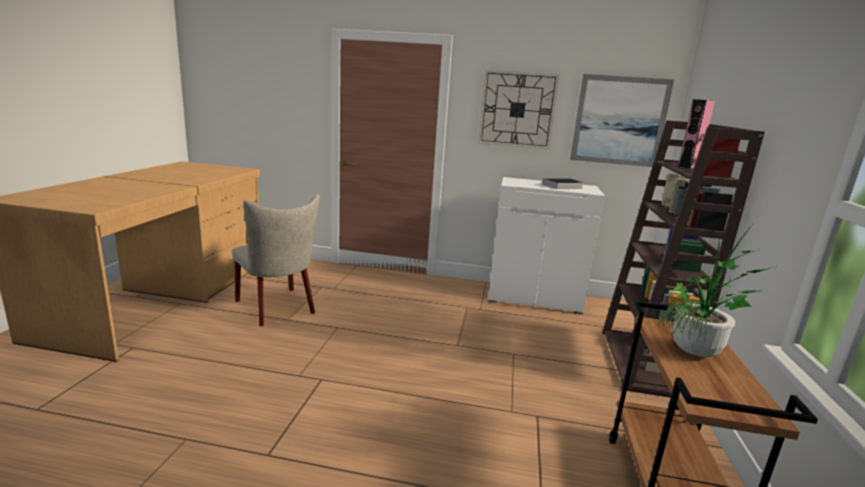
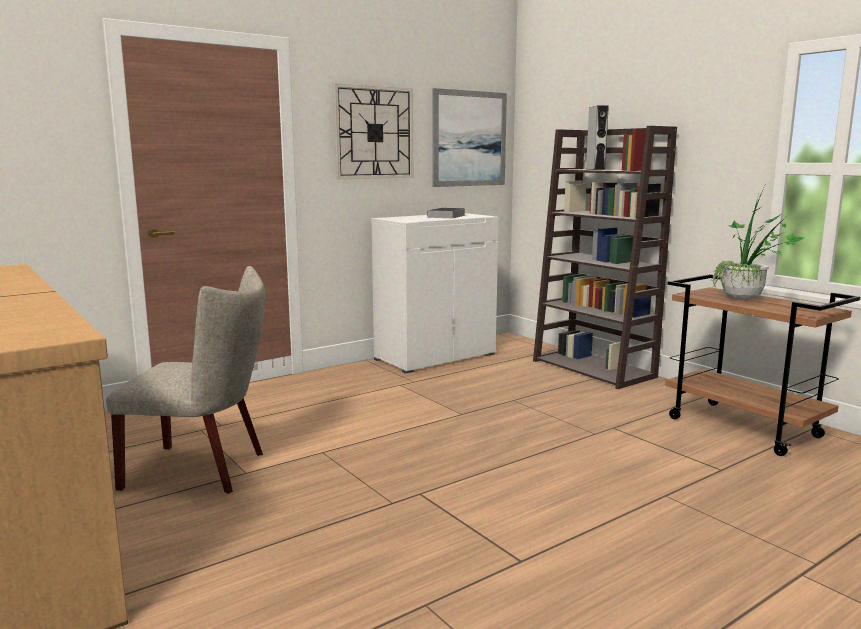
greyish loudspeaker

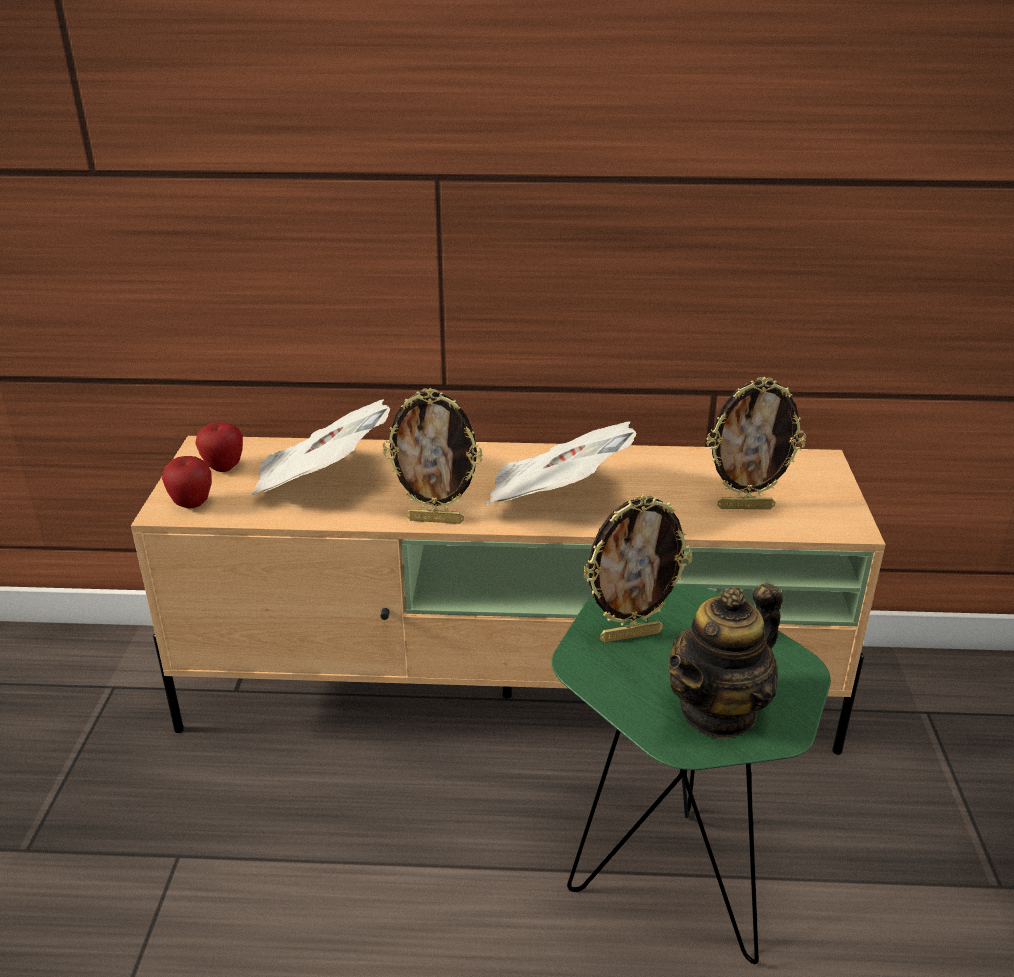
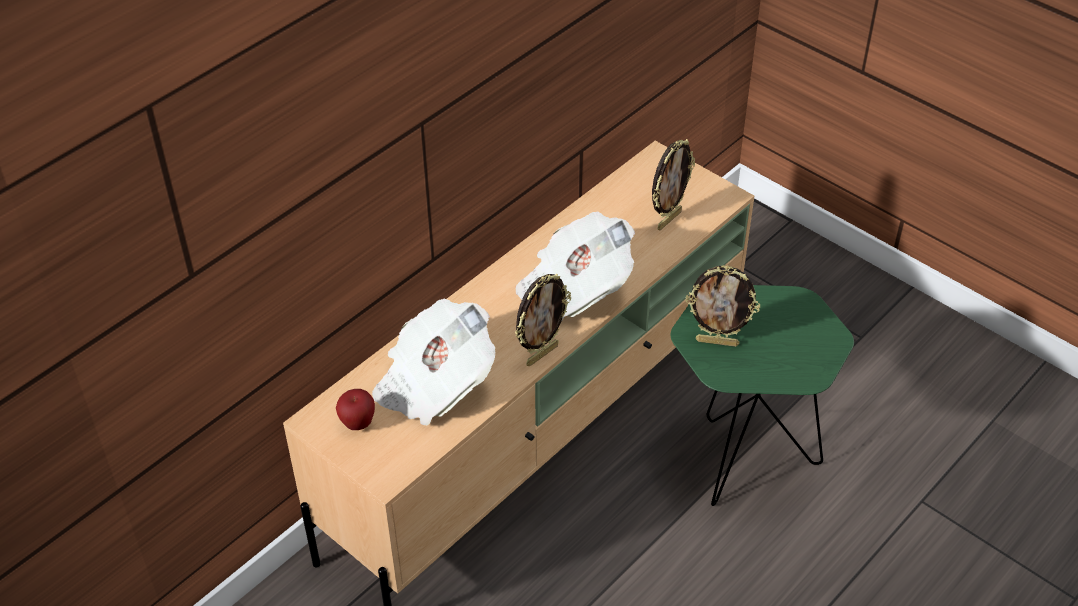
apple fruit (no. 1 from left in the first image)
picture frame (no. 3 from left)
teapot

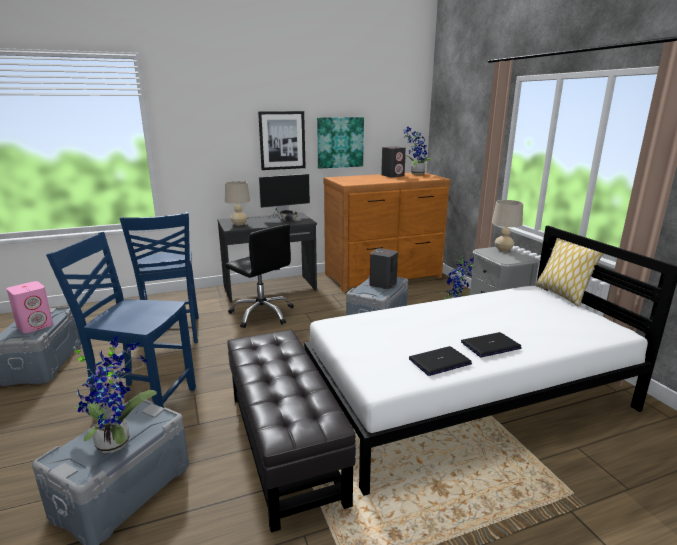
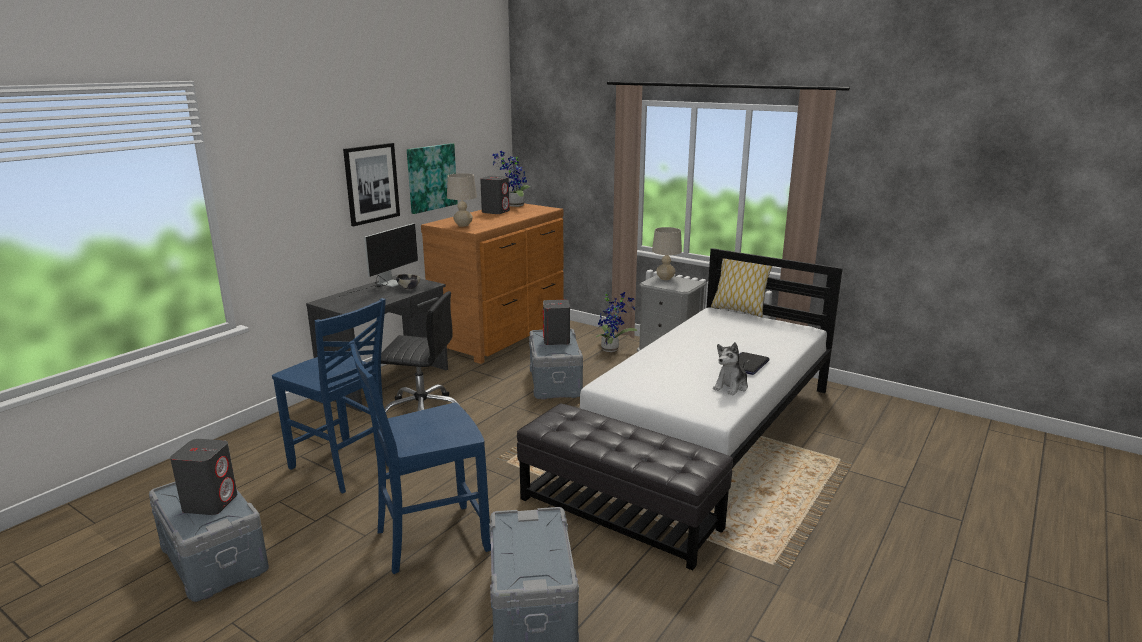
greyish loudspeaker (no. 1 from left)
potted plant (no. 1 from left in the first image)
beige-coloured lamp for a table (no. 1 from left)
soft toy

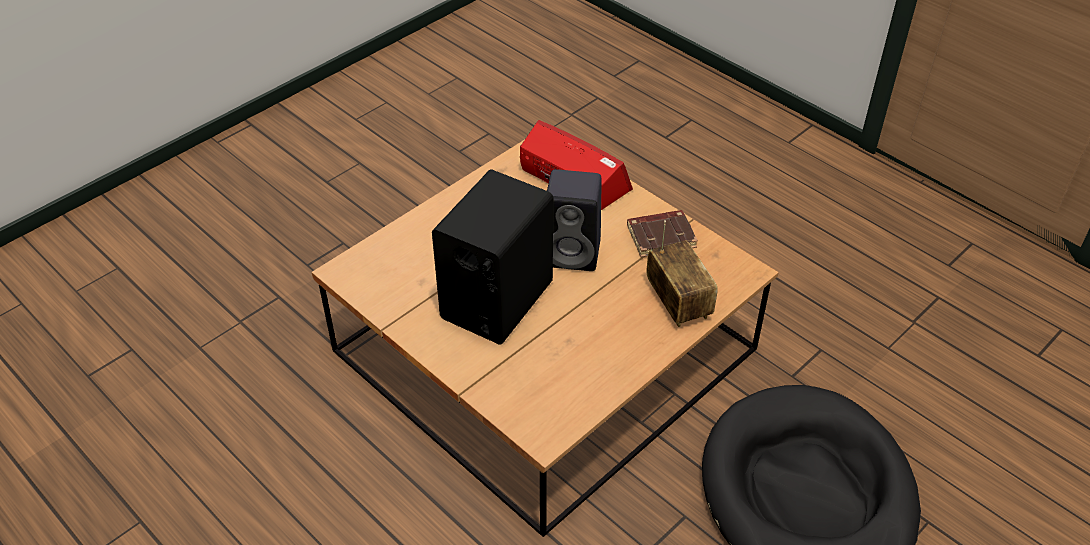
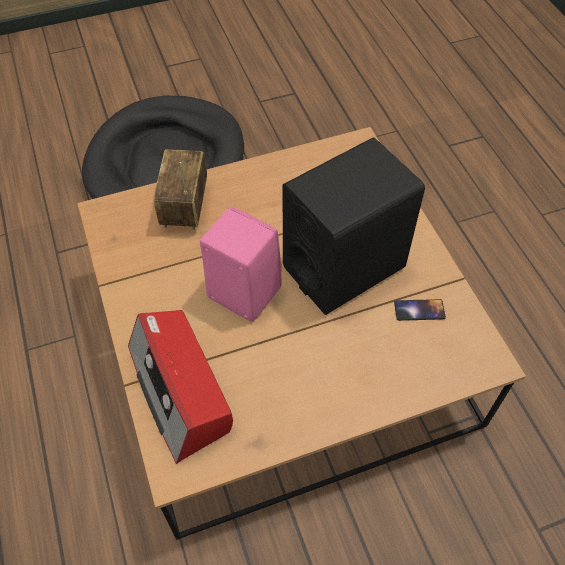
pink loudspeaker
brownish volume
phone

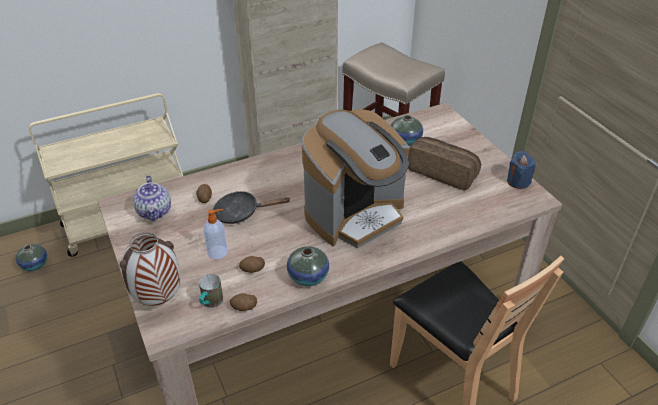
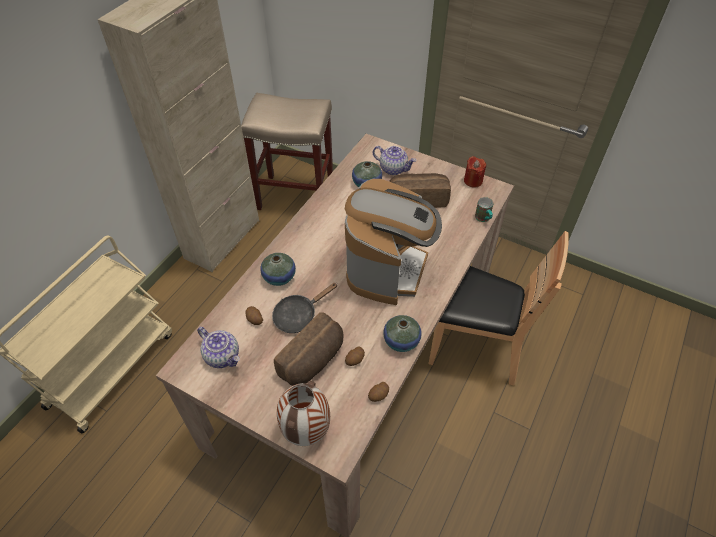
decorative vase (no. 1 from left)
tea mug
bread (no. 1 from left)
red wax light
teapot (no. 2 from left)

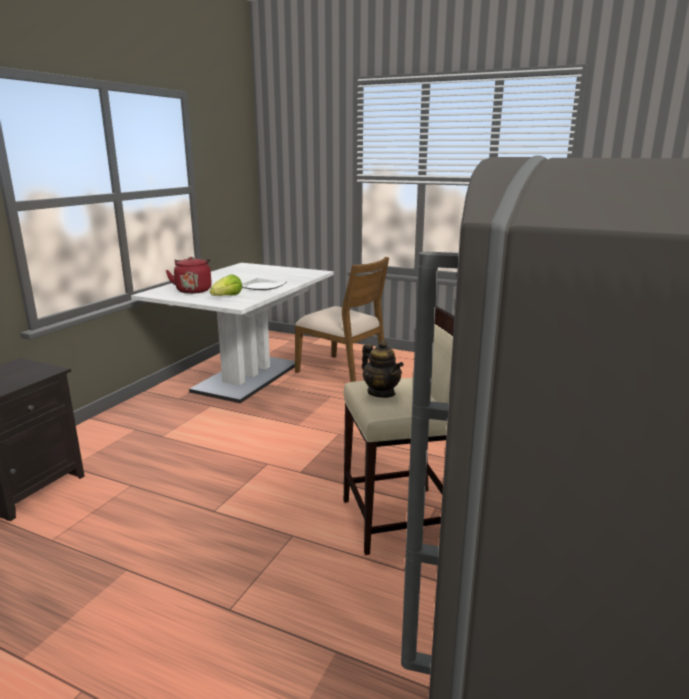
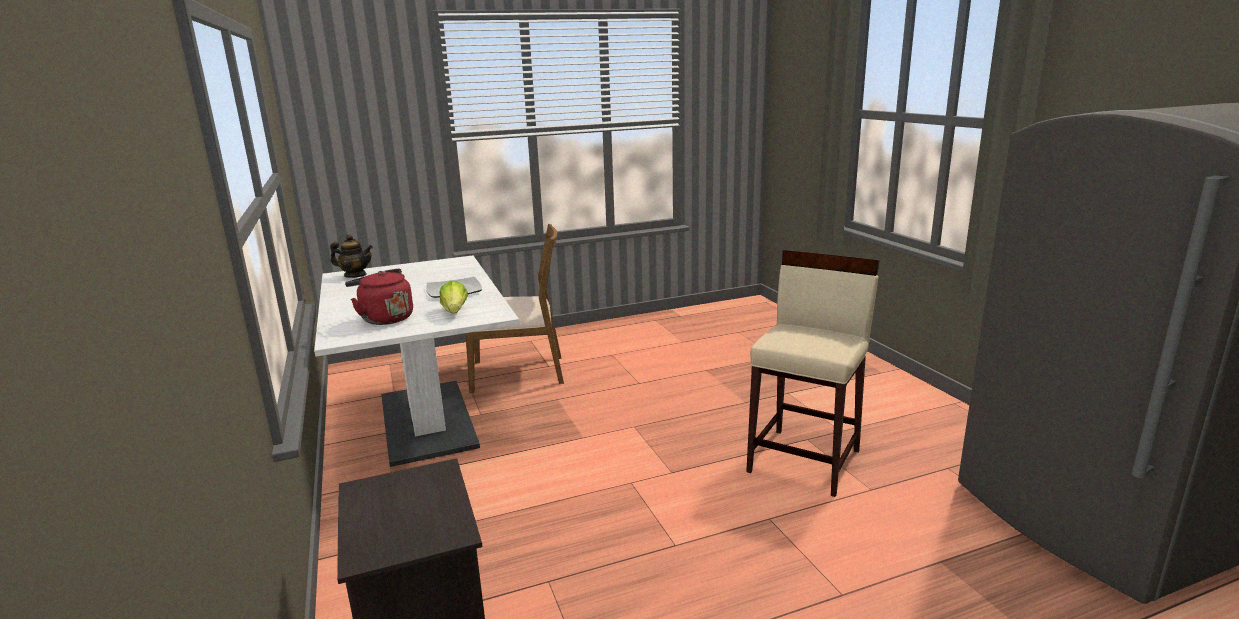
teapot

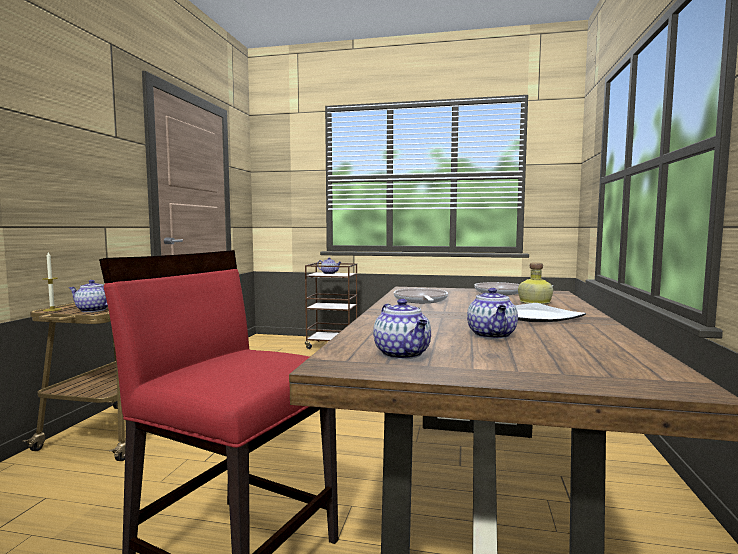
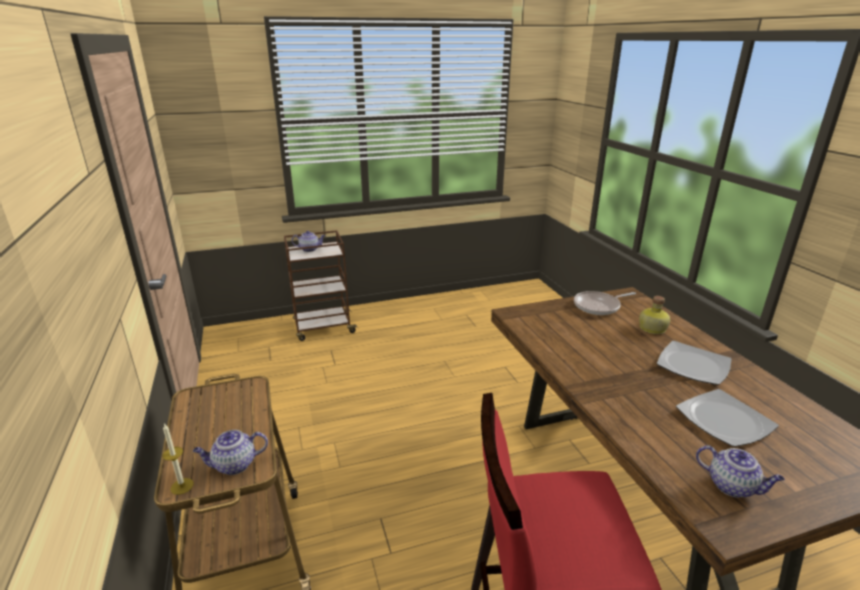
pan (no. 1 from left in the first image)
dinner plate (no. 2 from left)

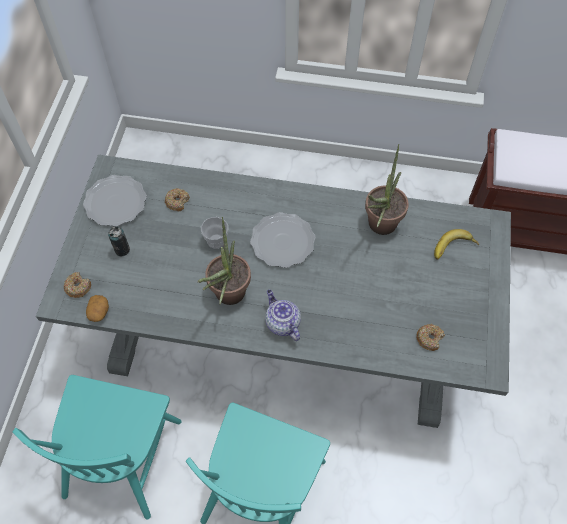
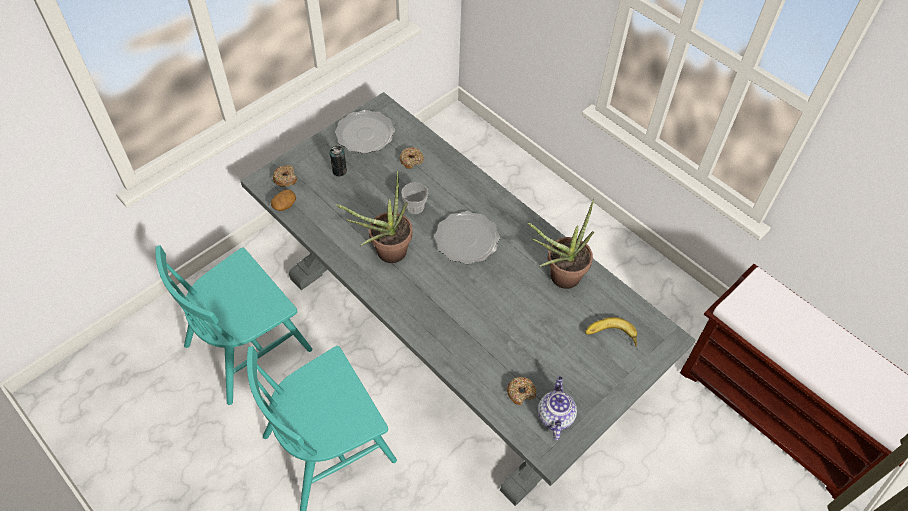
teapot

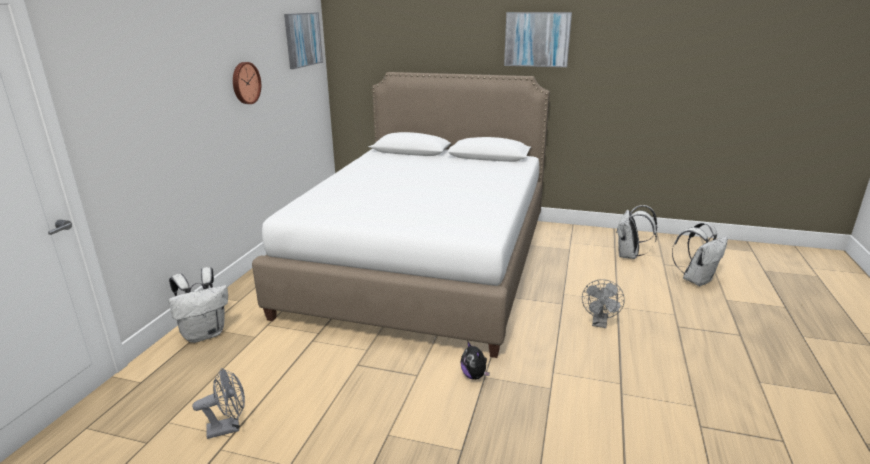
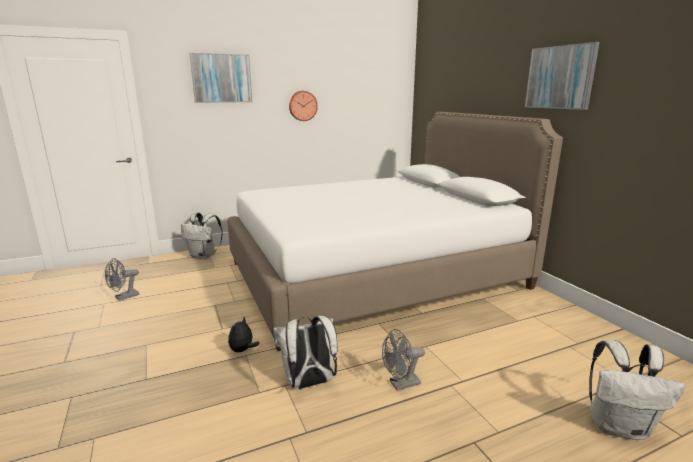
greyish electric fan (no. 1 from left)
wall picture (no. 1 from left)
white rucksack (no. 2 from left)

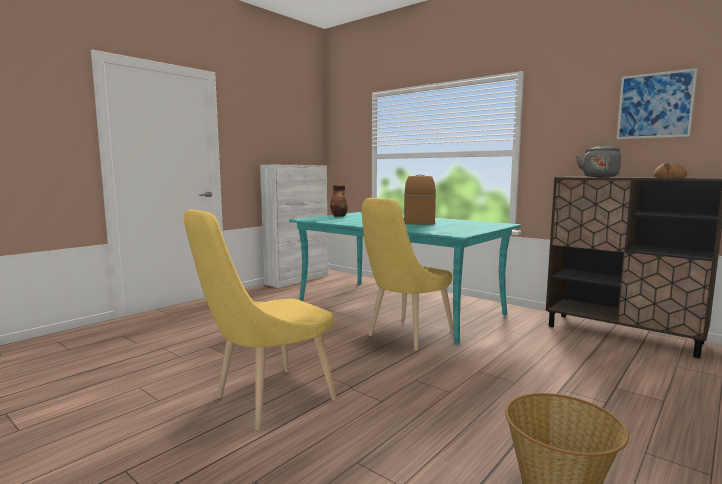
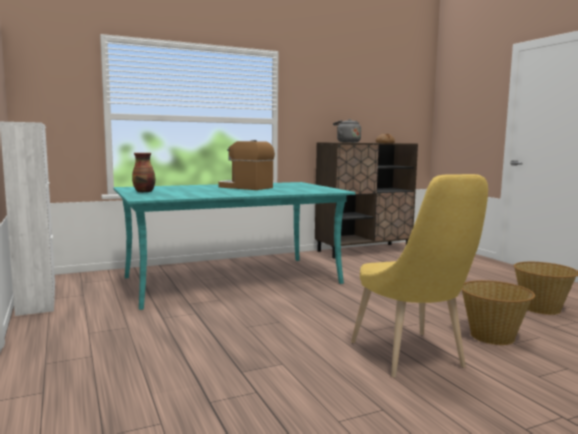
yellow-coloured upright chair (no. 2 from left in the first image)
wall picture
household basket (no. 1 from left)

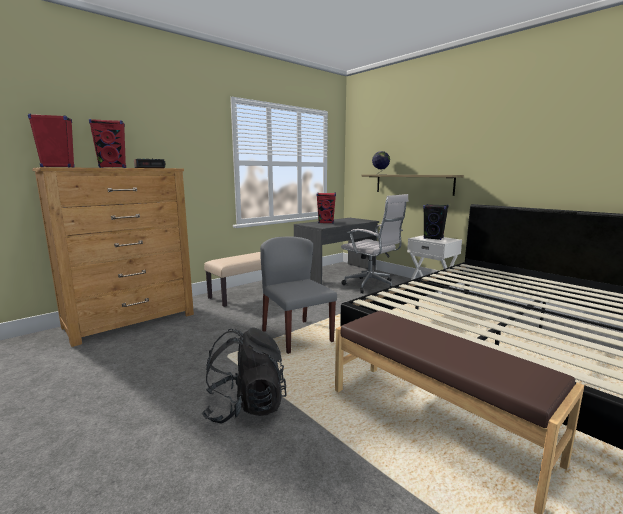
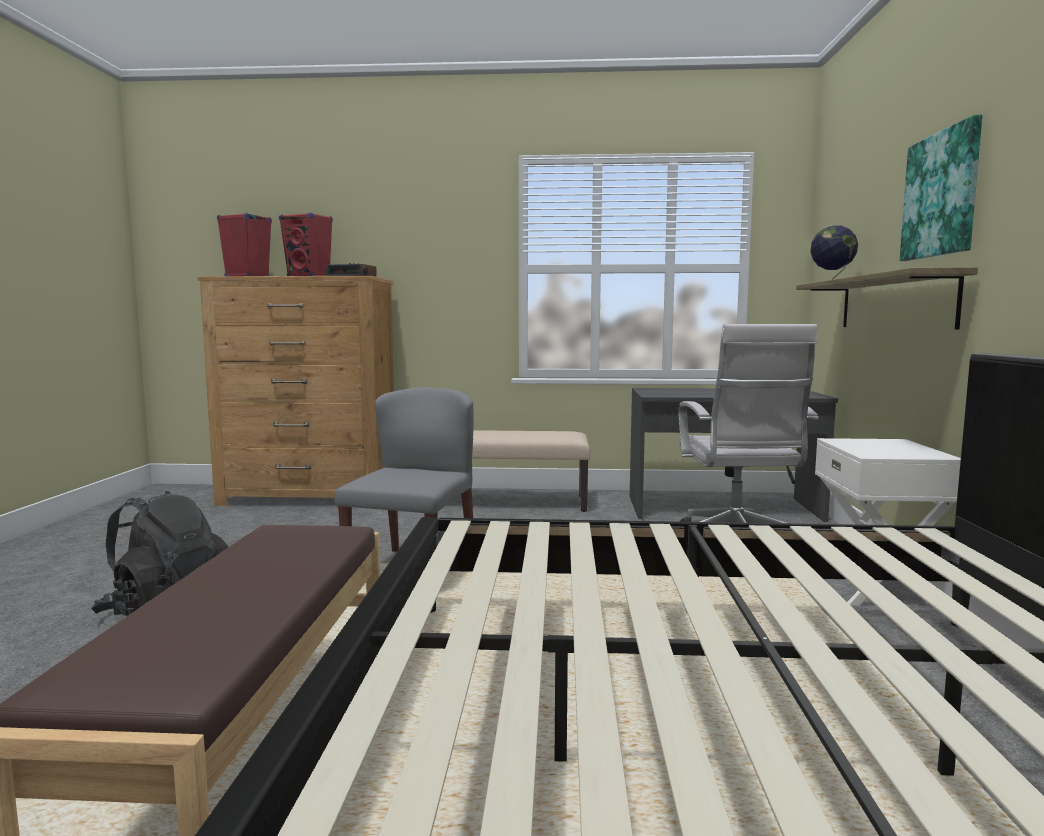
red loudspeaker (no. 3 from left in the first image)
blackish loudspeaker
wall picture

